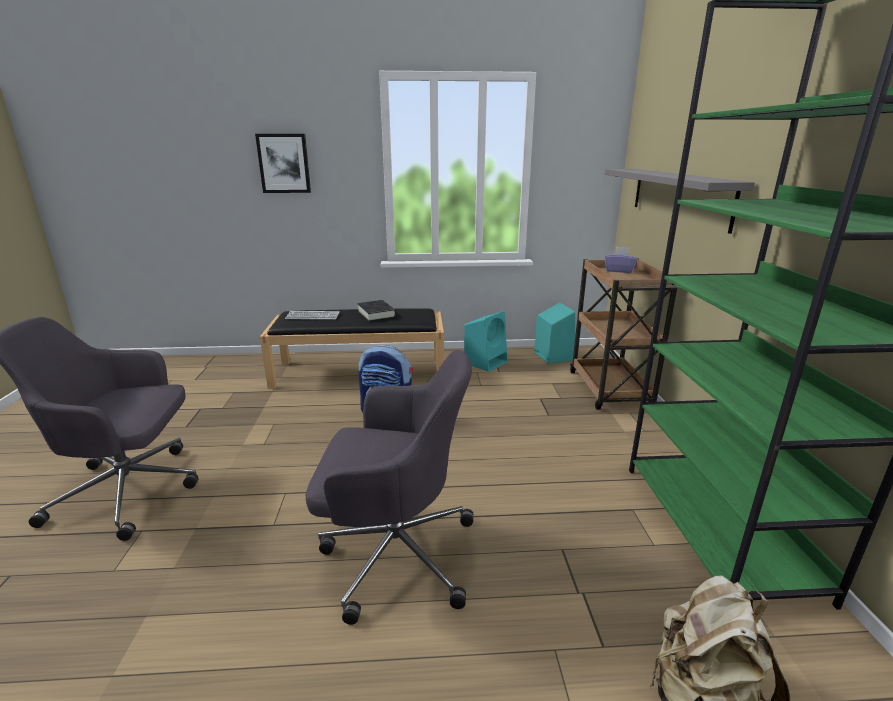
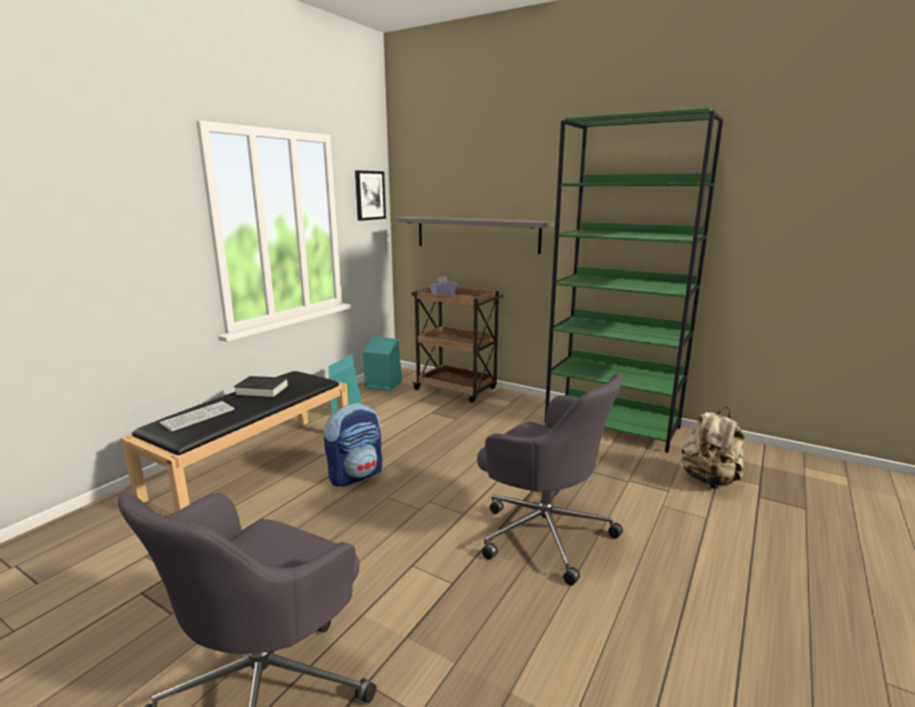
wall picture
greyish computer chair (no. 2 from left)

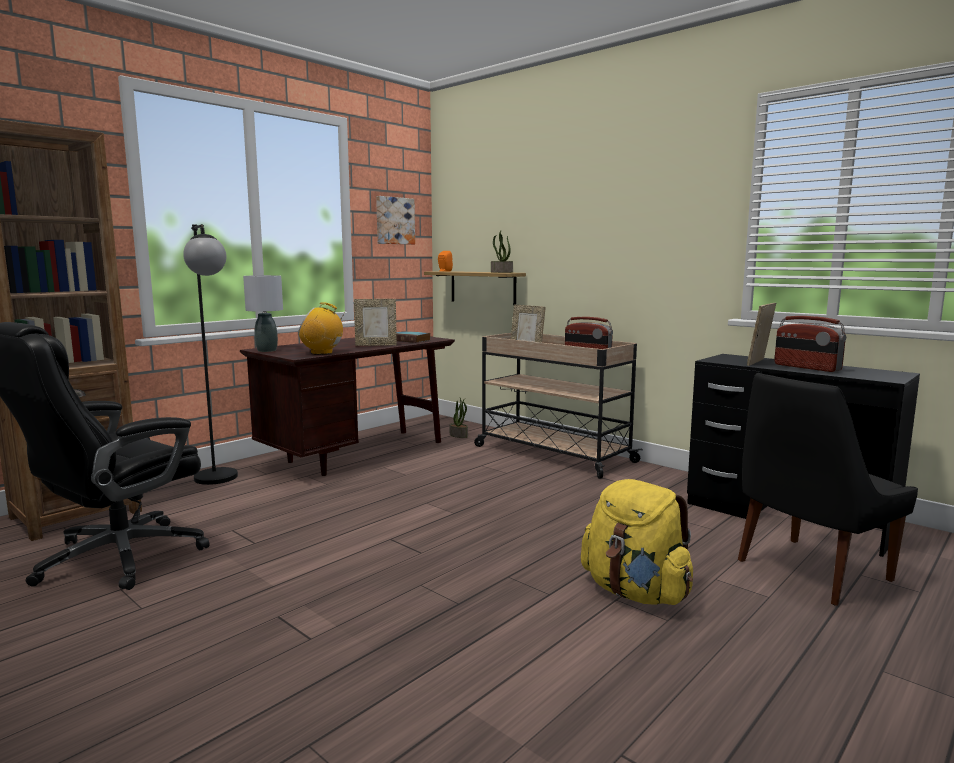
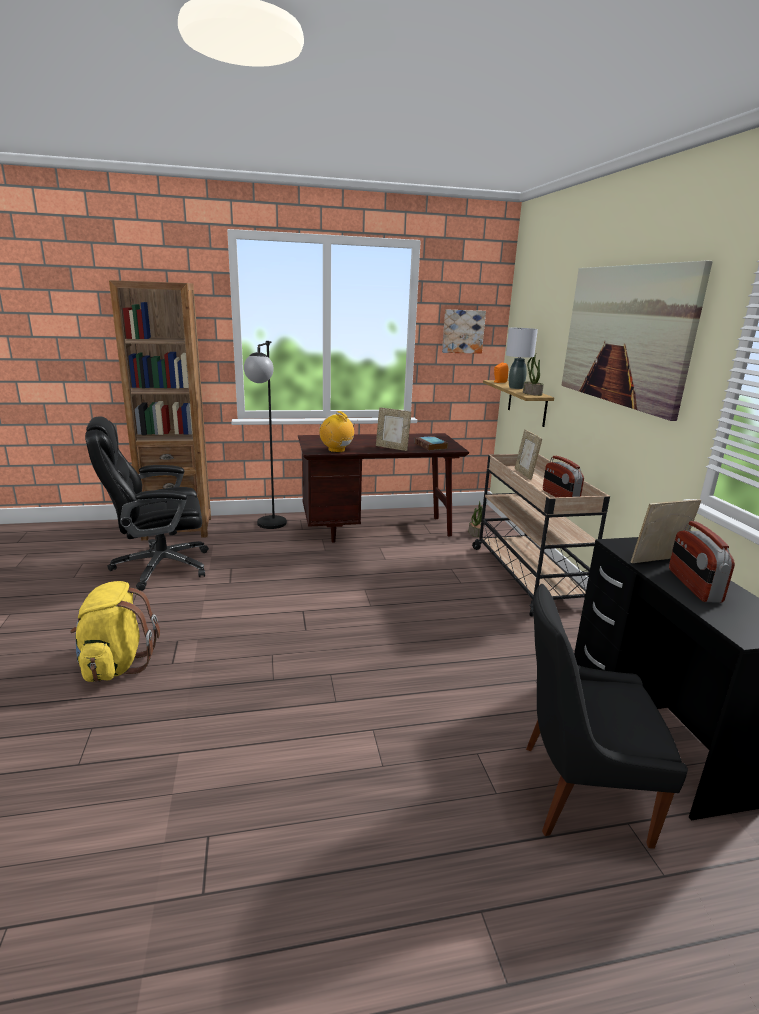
greyish lamp for a table
yellow-coloured rucksack
wall picture (no. 2 from left)

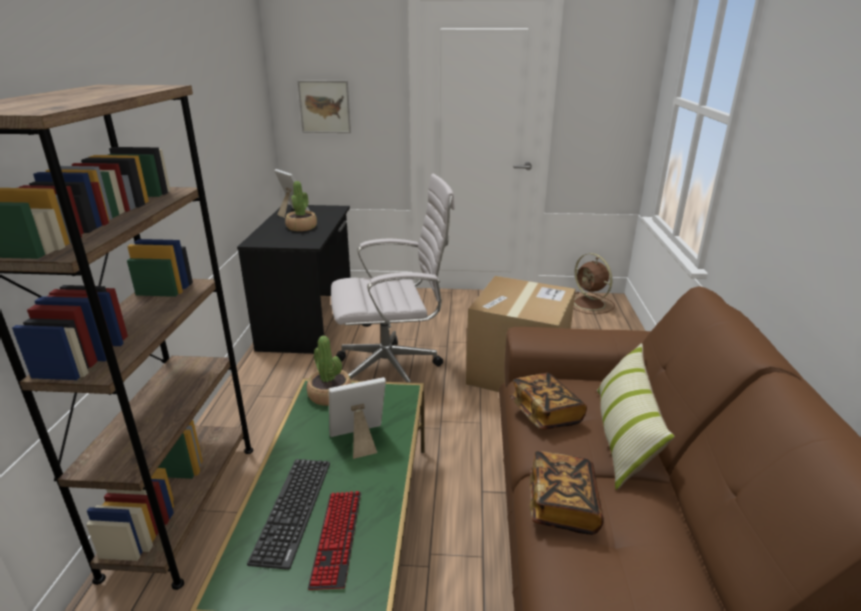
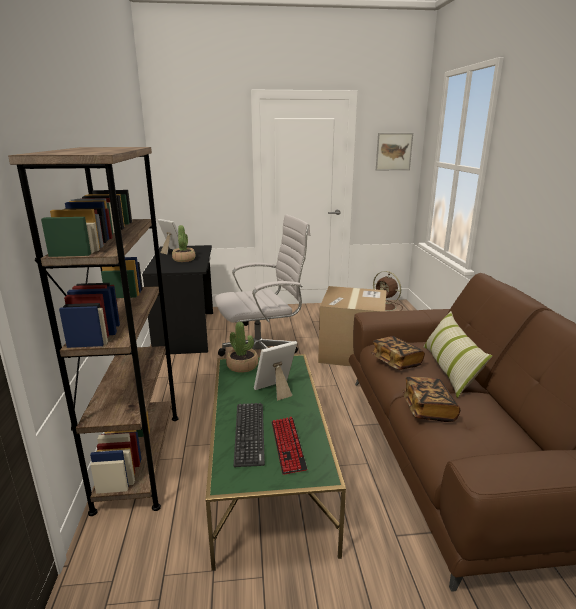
wall picture

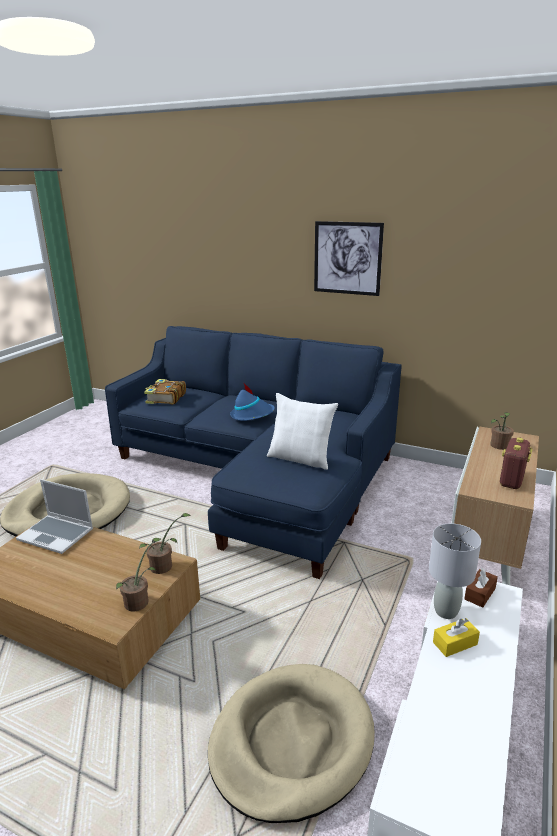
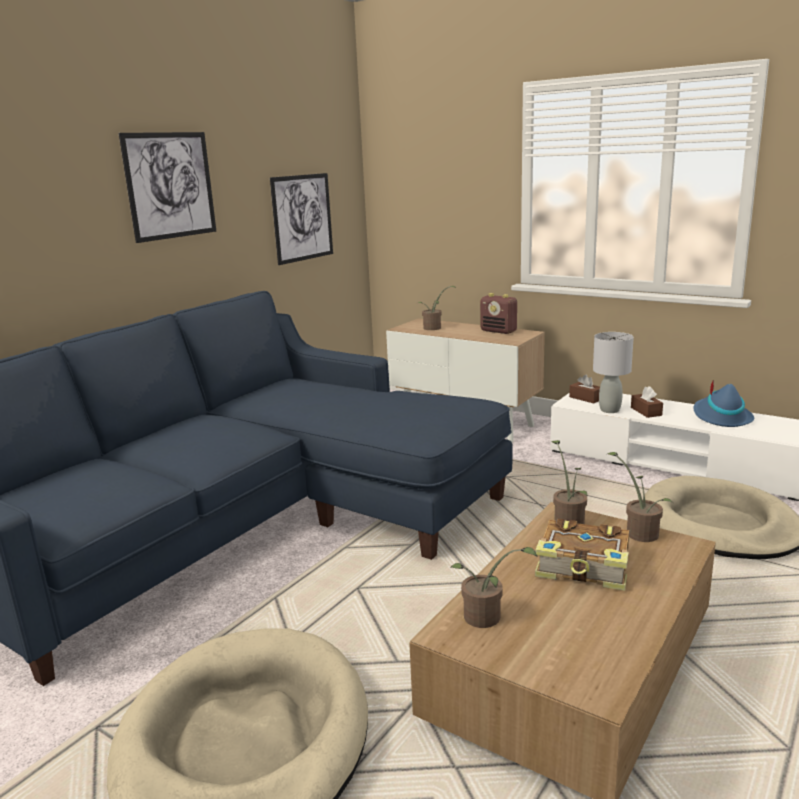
potted plant (no. 2 from left)
volume
blue clothing hat
white throw pillow
brownish box of tissues (no. 2 from left)
wall picture (no. 2 from left)

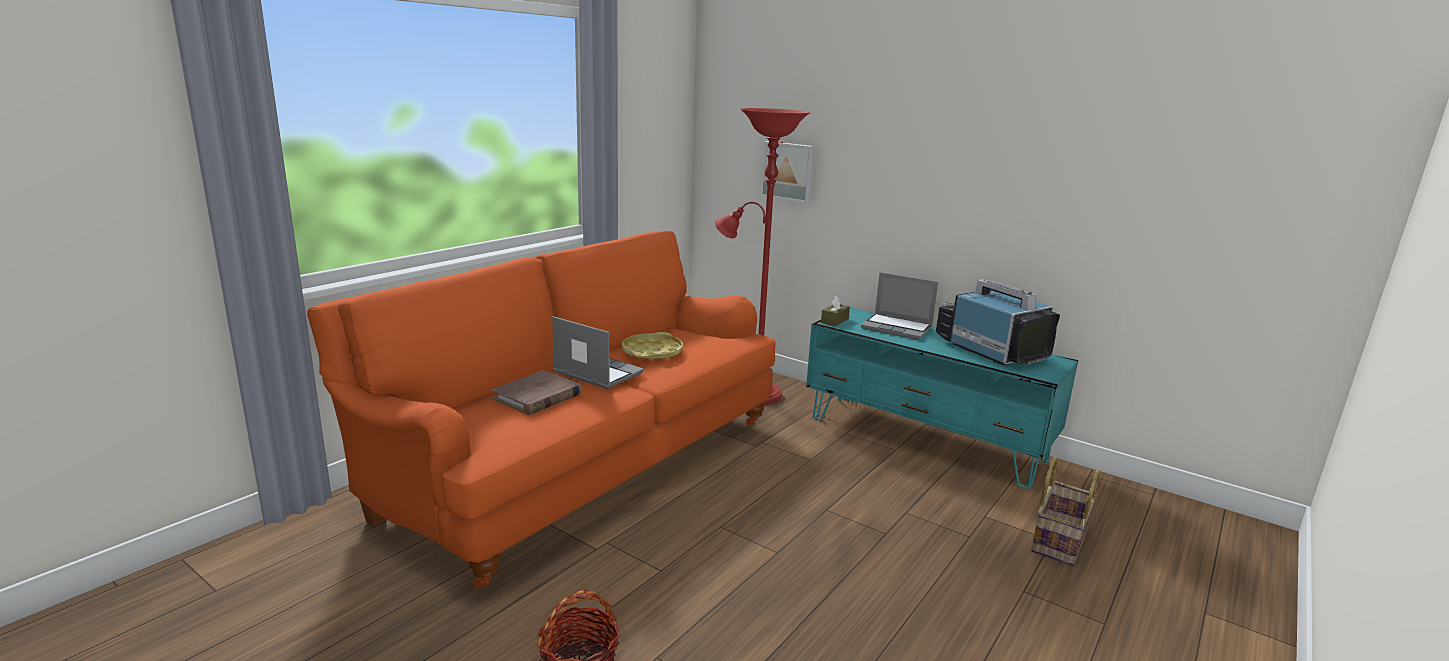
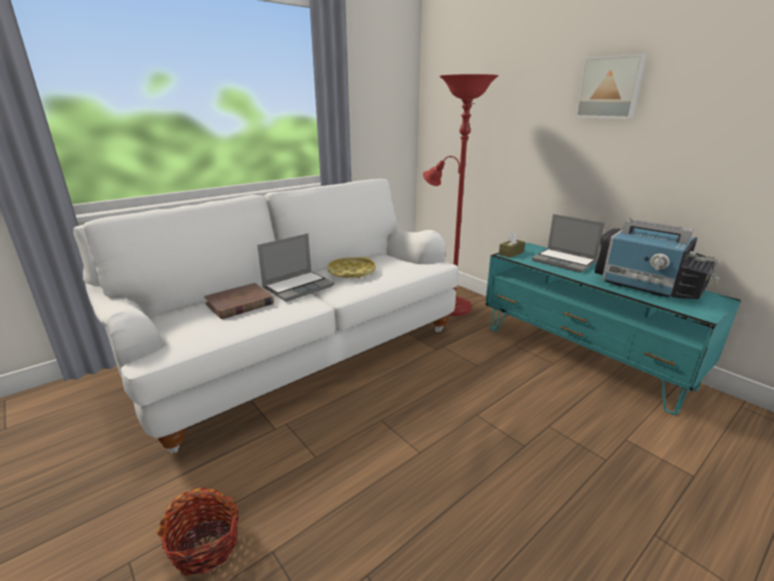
white sofa
notebook computer (no. 1 from left)
wall picture
TV set
household basket (no. 2 from left in the first image)

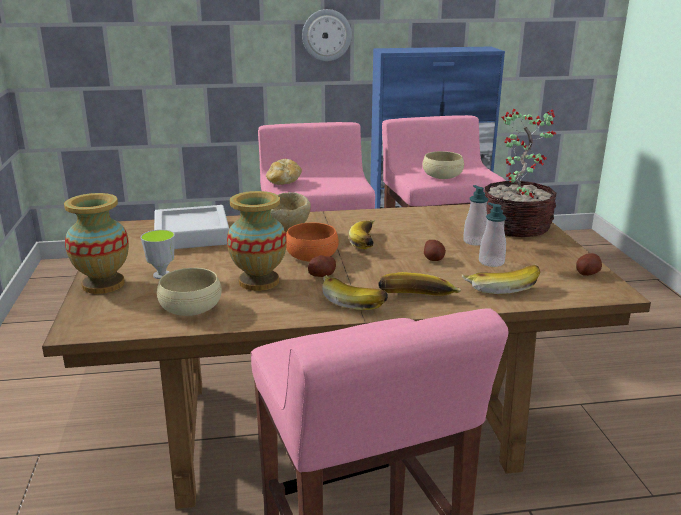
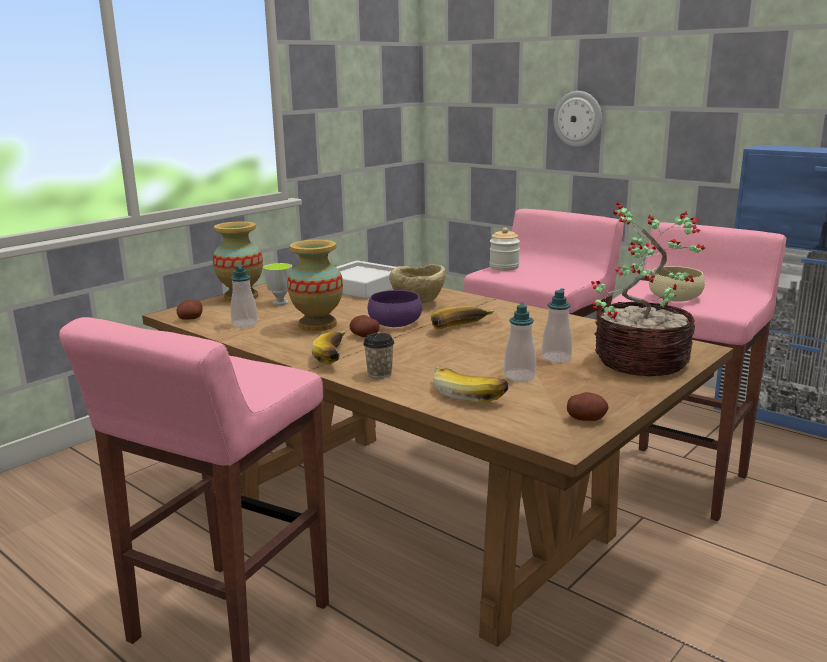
soap bottle (no. 1 from left)
storage jar
purple-coloured serving bowl
wall clock
small cup (no. 2 from left)
whole potato (no. 1 from left)

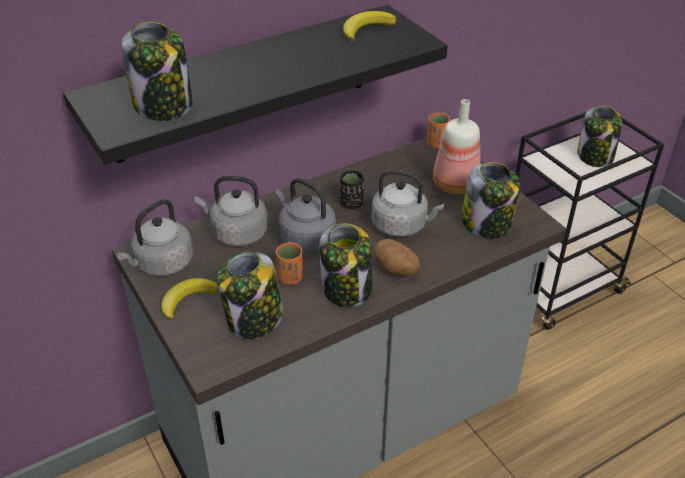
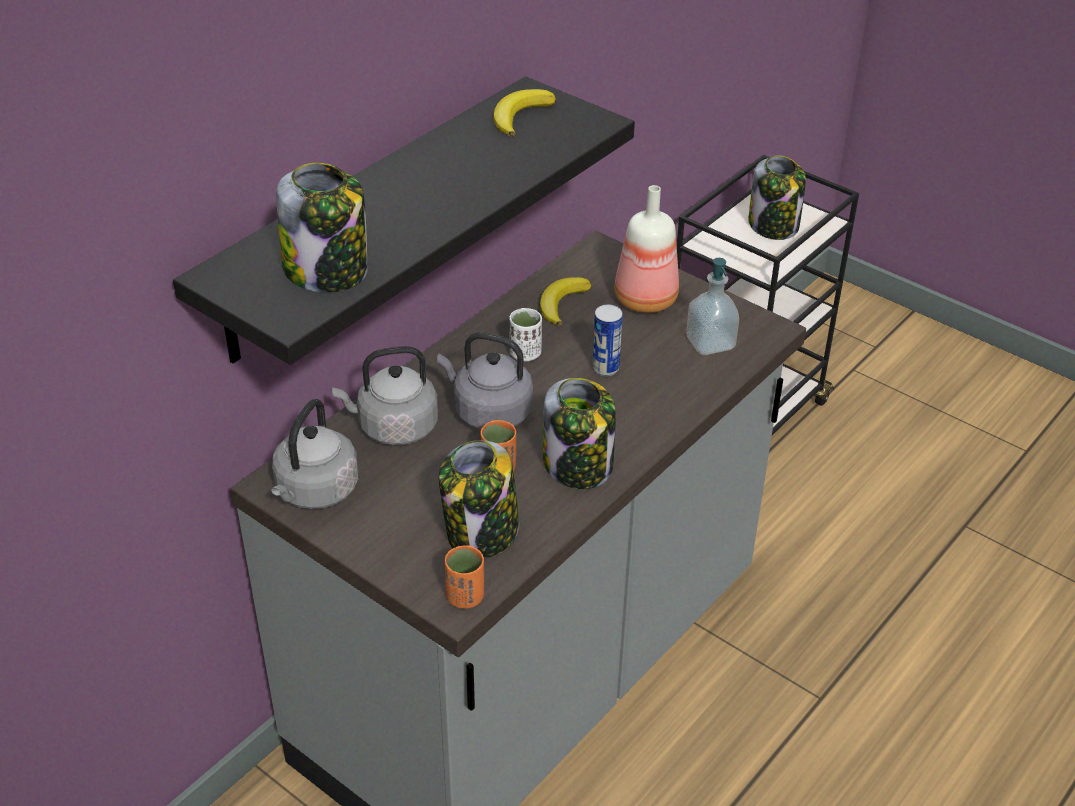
whole banana (no. 2 from left)
white small cup
metal can
whole potato
orangey small cup (no. 1 from left)
soap bottle

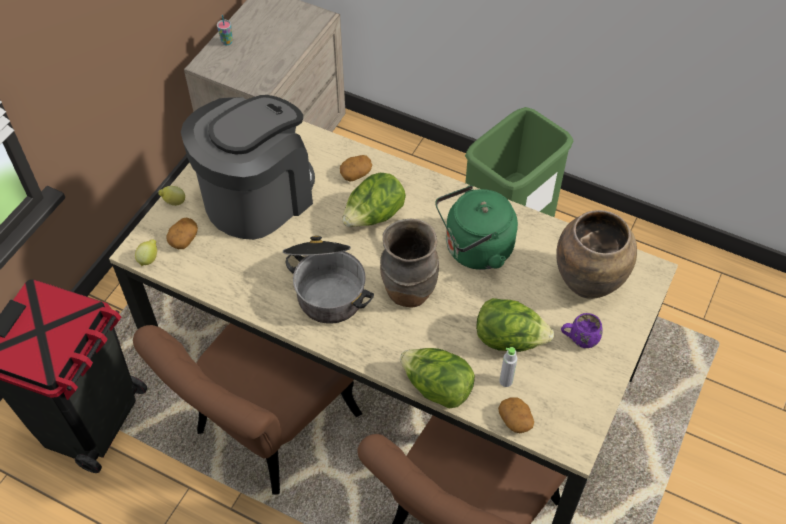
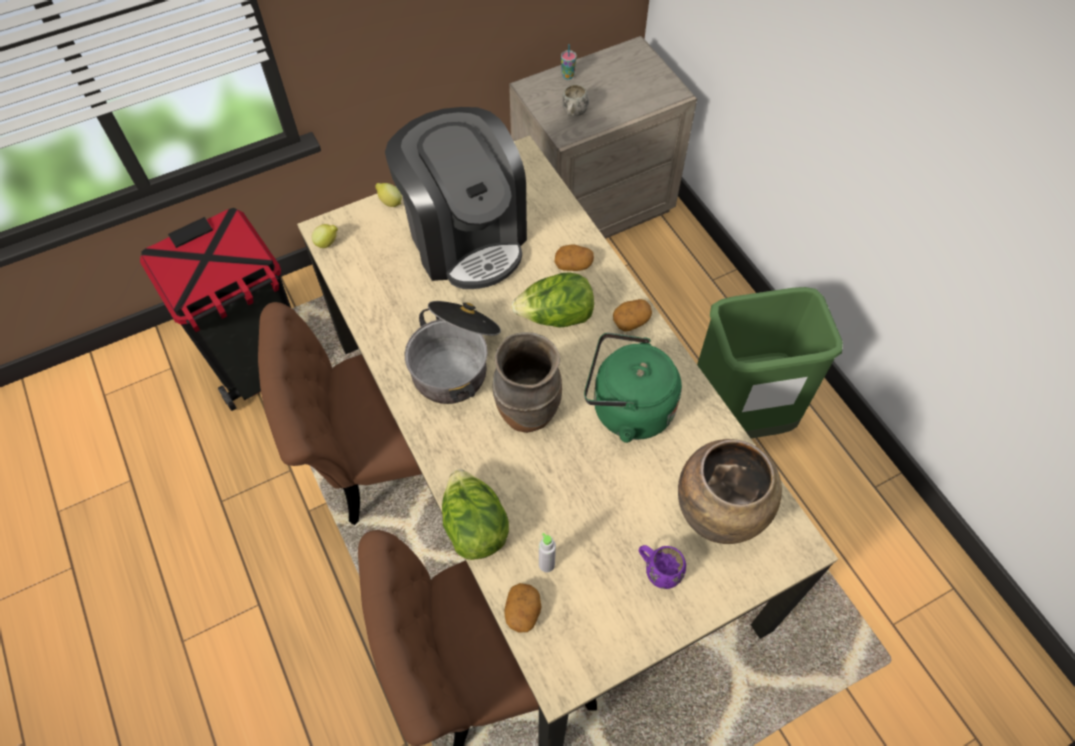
whole potato (no. 3 from left)
coffee maker
head of lettuce (no. 3 from left in the first image)
white tea mug

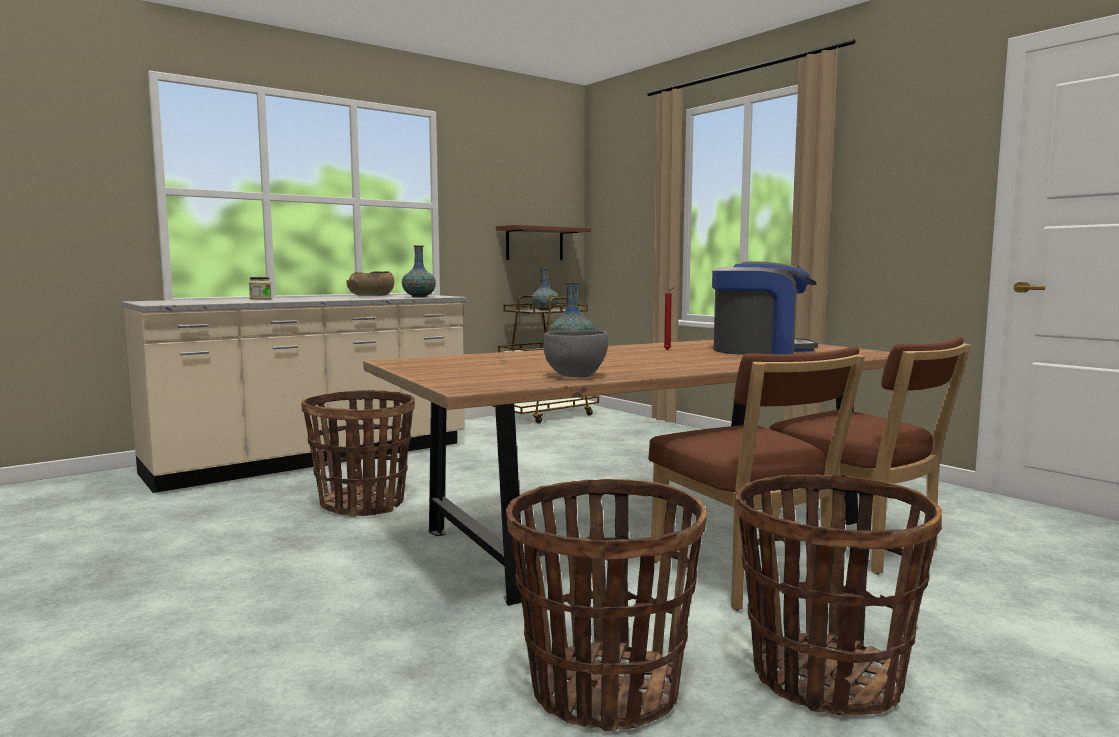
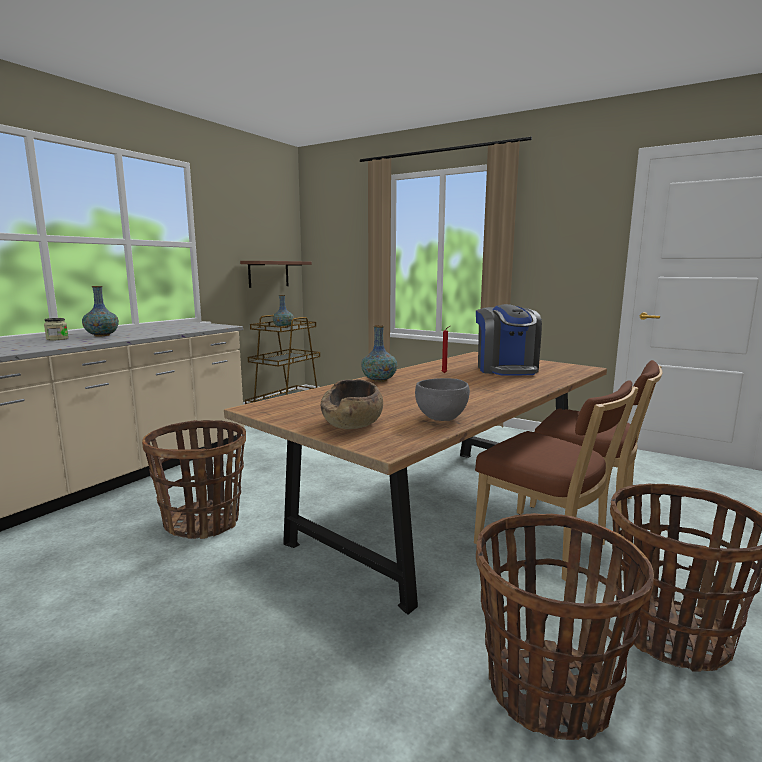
brownish serving bowl
decorative vase (no. 1 from left)
coffee maker

